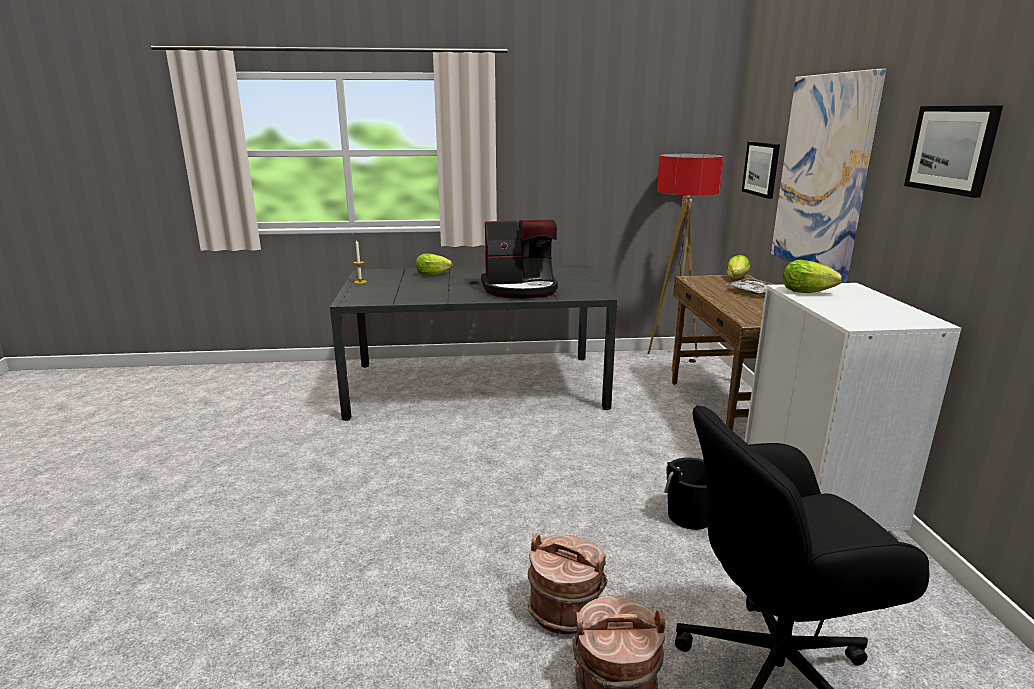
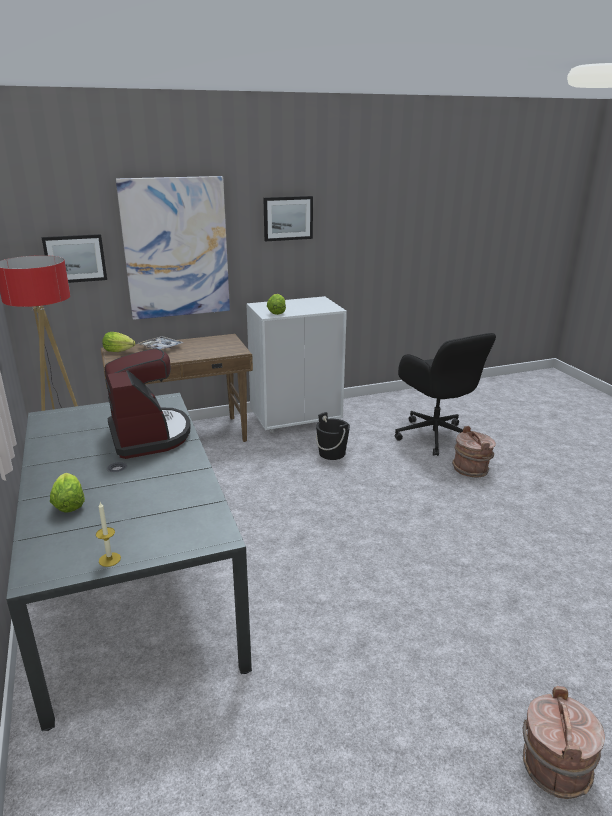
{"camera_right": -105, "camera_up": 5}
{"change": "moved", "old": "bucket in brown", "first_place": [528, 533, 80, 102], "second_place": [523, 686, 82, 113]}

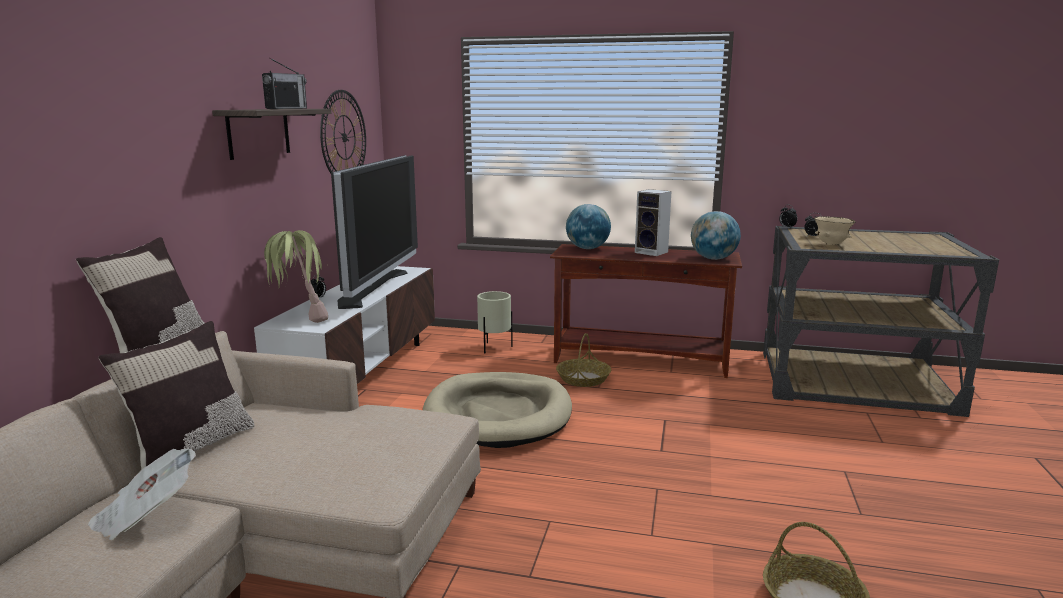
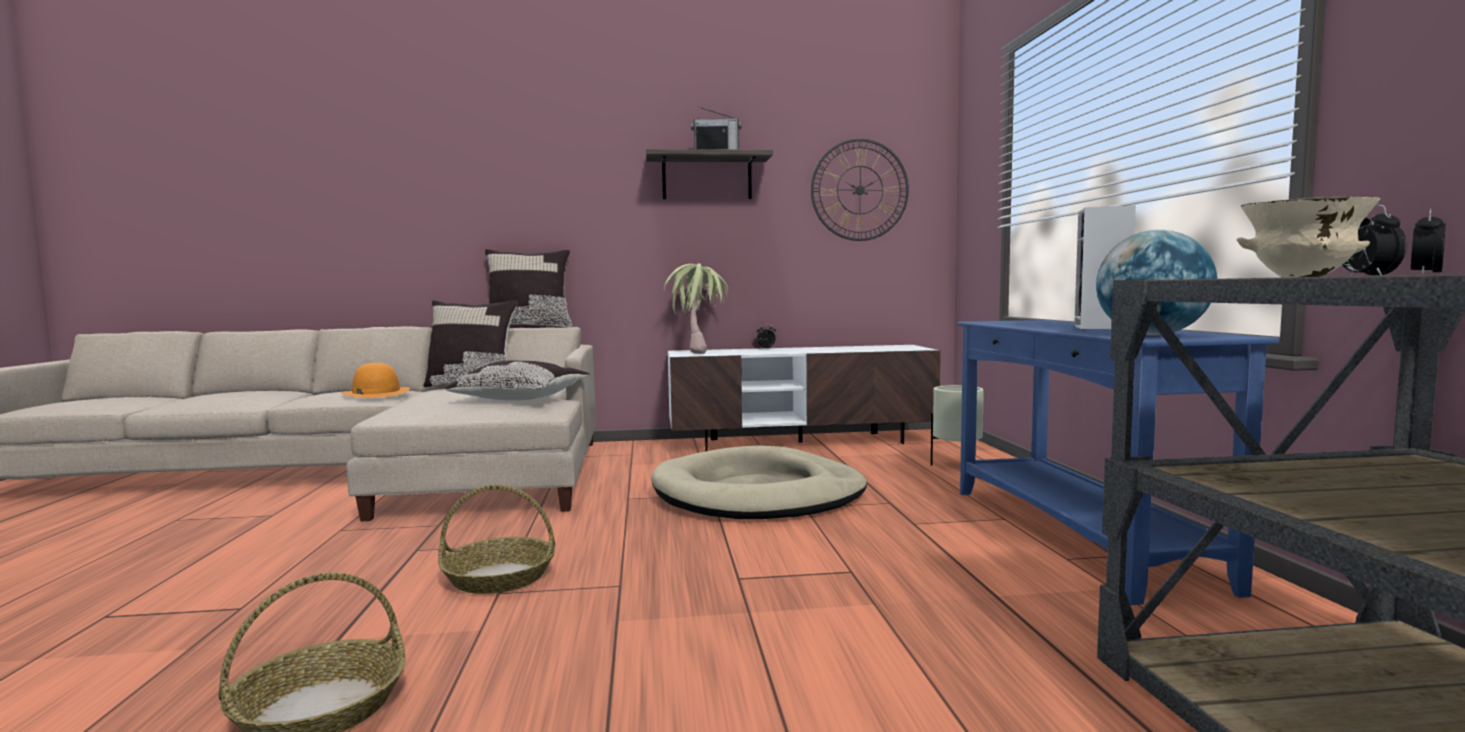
{"camera_right": 70, "camera_up": -10}
{"change": "replaced", "old": "newspaper", "new": "hat in orange", "first_place": [88, 448, 108, 92], "second_place": [341, 363, 69, 35]}
{"change": "removed", "old": "television", "first_place": [331, 155, 87, 154]}
{"change": "recoloured", "old": "console table in brown", "new": "console table in blue", "first_place": [550, 244, 192, 134], "second_place": [958, 320, 321, 285]}
{"change": "moved", "old": "basket", "first_place": [556, 333, 55, 54], "second_place": [438, 484, 117, 110]}
{"change": "removed", "old": "globe", "first_place": [566, 204, 45, 45]}
{"change": "added", "new": "pillow", "second_place": [445, 360, 145, 41]}

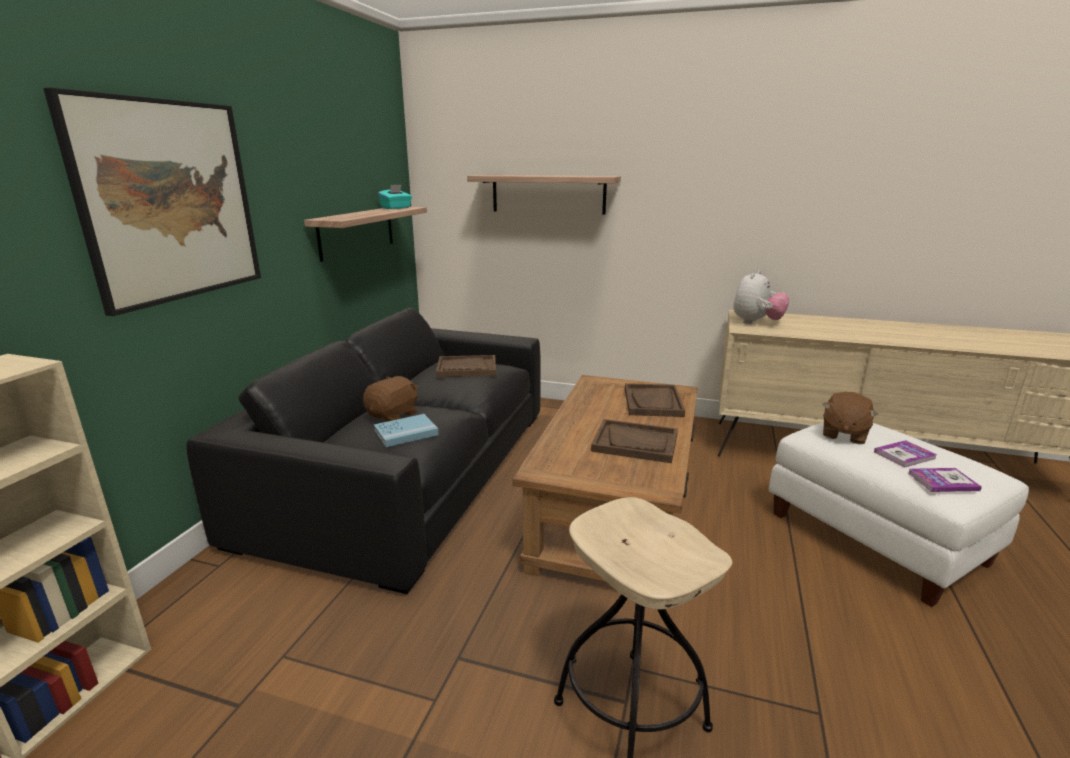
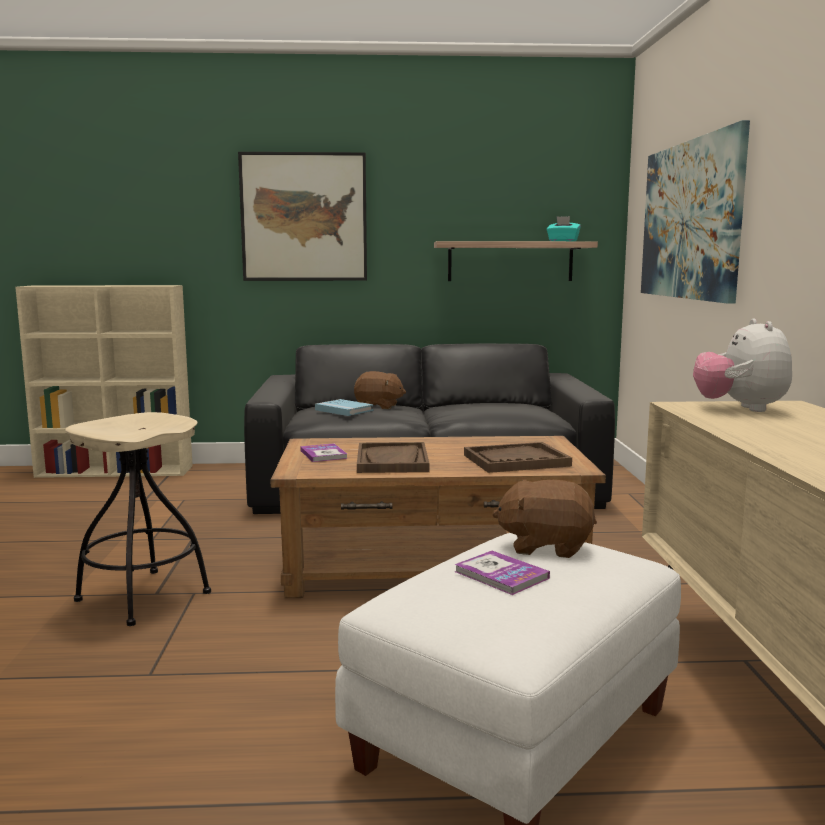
{"camera_right": 70, "camera_up": -10}
{"change": "removed", "old": "tray in brown", "first_place": [436, 355, 60, 22]}
{"change": "replaced", "old": "shelf", "new": "picture", "first_place": [467, 175, 154, 40], "second_place": [641, 120, 109, 184]}
{"change": "turned", "old": "plush toy", "first_place": [733, 270, 56, 54], "second_place": [693, 319, 99, 93], "degrees": 75}
{"change": "moved", "old": "book", "first_place": [908, 468, 74, 24], "second_place": [300, 443, 47, 19]}

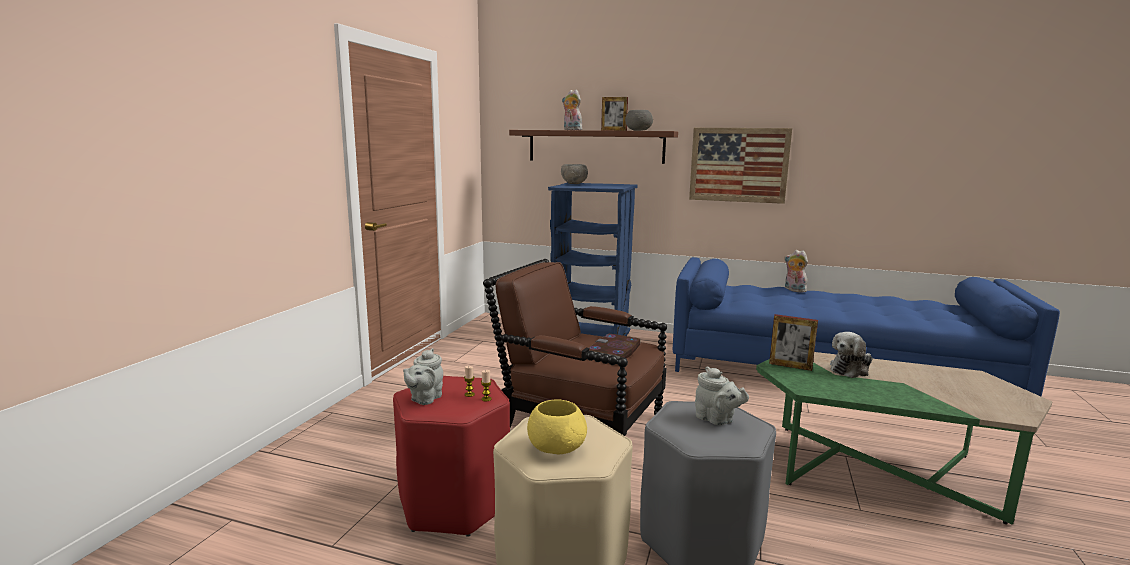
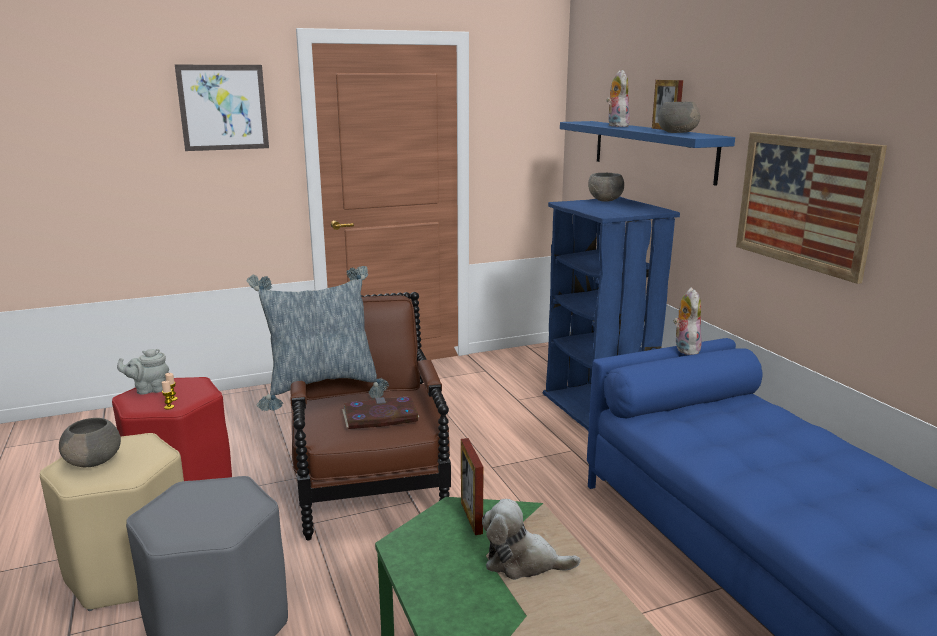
{"camera_right": 50, "camera_up": 5}
{"change": "recoloured", "old": "shelf in brown", "new": "shelf in blue", "first_place": [509, 130, 169, 34], "second_place": [560, 121, 175, 65]}
{"change": "recoloured", "old": "bowl in yellow", "new": "bowl in grey", "first_place": [527, 400, 60, 54], "second_place": [59, 418, 62, 49]}
{"change": "removed", "old": "teapot in grey", "first_place": [695, 366, 54, 60]}
{"change": "moved", "old": "plush toy", "first_place": [784, 250, 24, 43], "second_place": [673, 287, 29, 68]}
{"change": "added", "new": "picture", "second_place": [175, 65, 94, 86]}
{"change": "added", "new": "pillow", "second_place": [246, 266, 143, 145]}

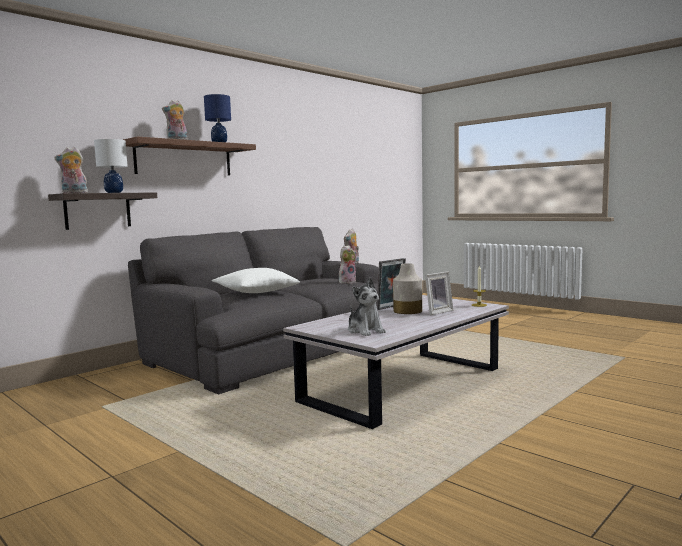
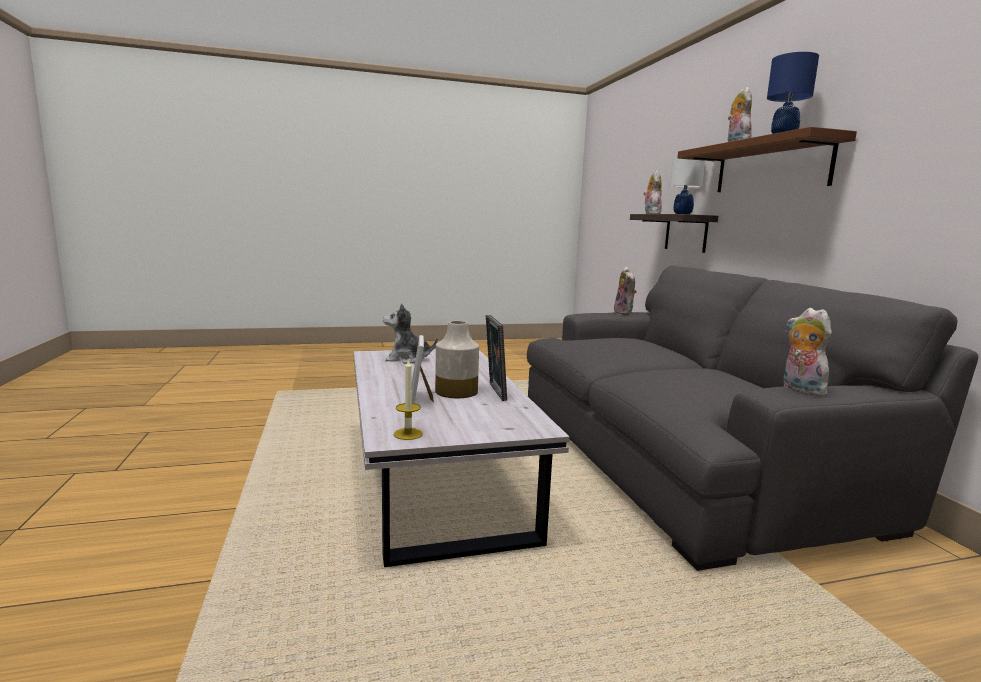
{"camera_right": 120, "camera_up": 5}
{"change": "removed", "old": "pillow in white", "first_place": [212, 268, 88, 25]}
{"change": "moved", "old": "plush toy", "first_place": [339, 245, 18, 39], "second_place": [614, 266, 23, 49]}

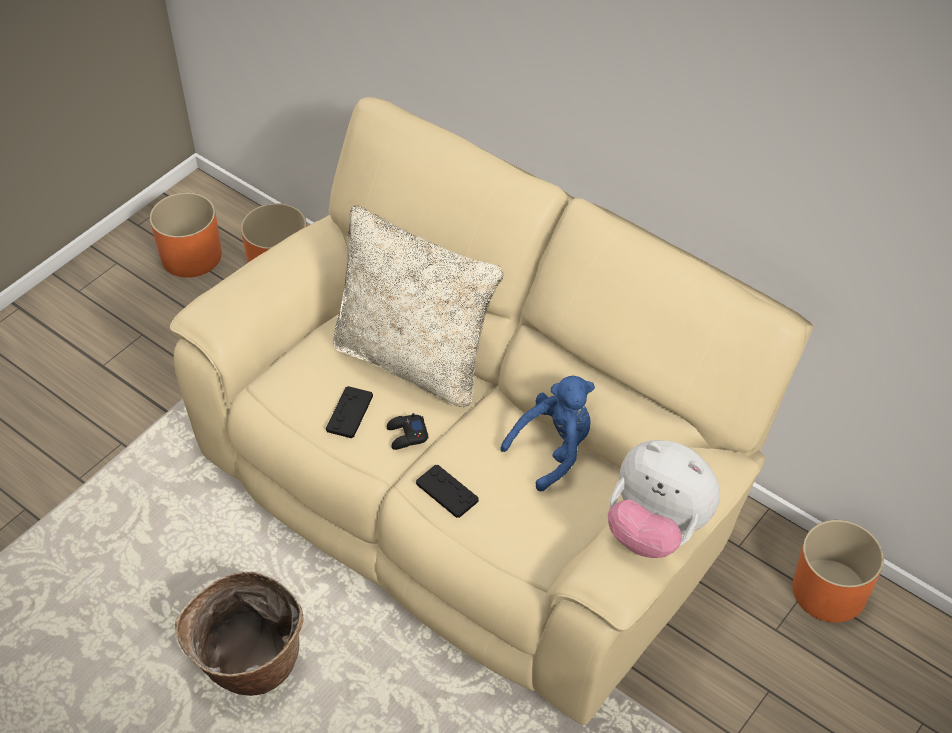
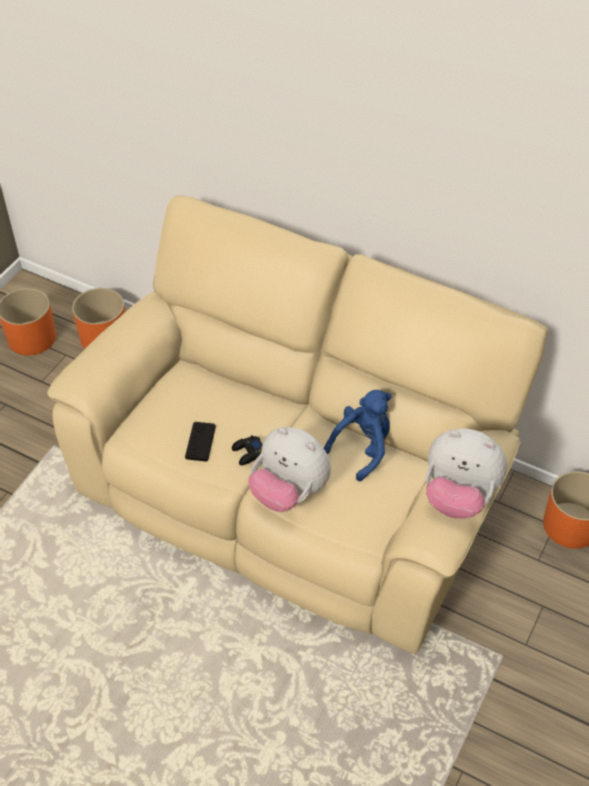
{"camera_right": -10, "camera_up": 0}
{"change": "removed", "old": "basket", "first_place": [175, 572, 129, 124]}
{"change": "removed", "old": "pillow in beige", "first_place": [333, 205, 171, 202]}
{"change": "replaced", "old": "game controller in black", "new": "plush toy", "first_place": [416, 465, 63, 53], "second_place": [248, 427, 83, 85]}

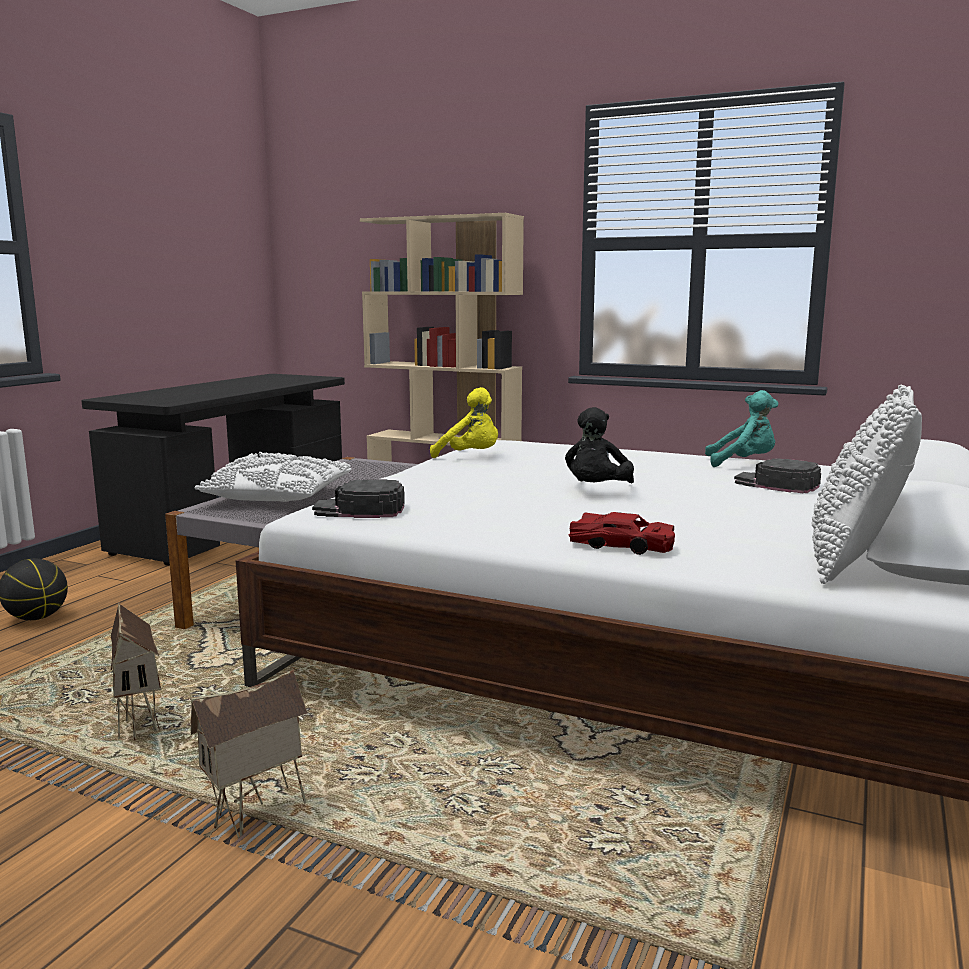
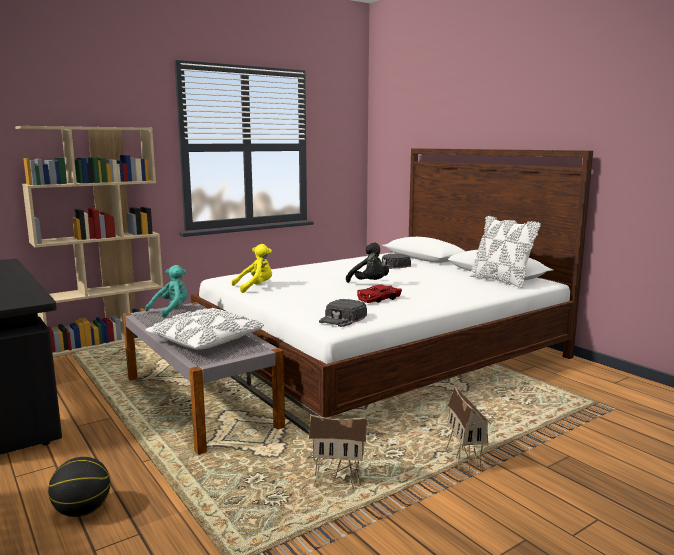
{"camera_right": -60, "camera_up": 0}
{"change": "moved", "old": "toy car in red", "first_place": [569, 512, 106, 43], "second_place": [357, 284, 45, 19]}
{"change": "moved", "old": "plush toy in turquoise", "first_place": [705, 390, 73, 77], "second_place": [145, 265, 43, 53]}

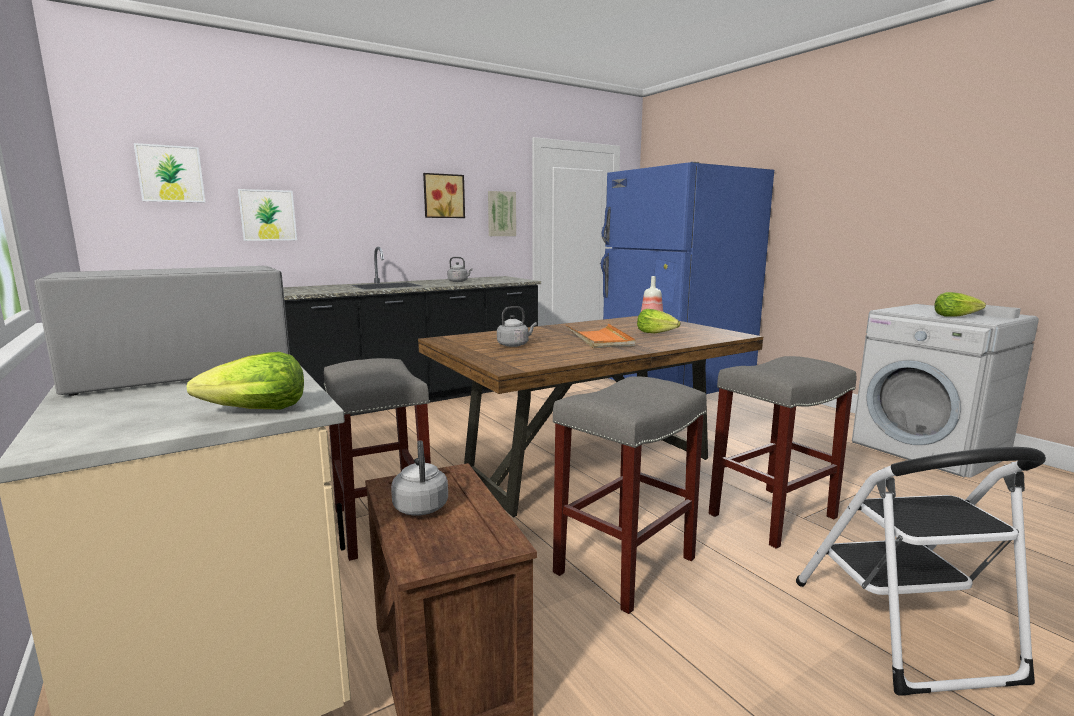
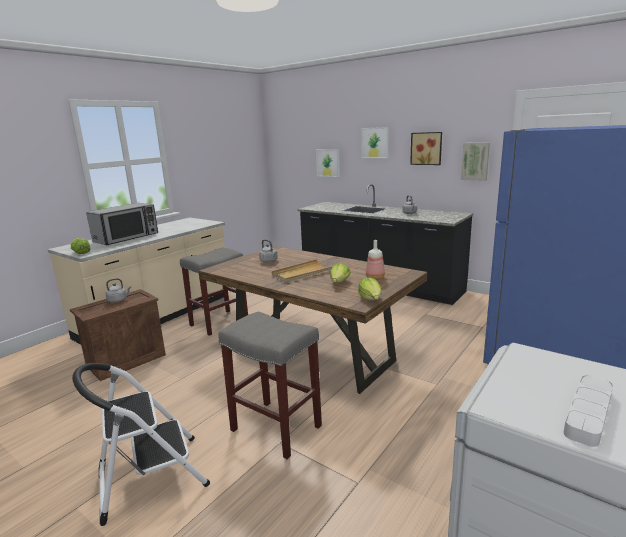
{"camera_right": 70, "camera_up": 5}
{"change": "turned", "old": "microwave", "first_place": [34, 266, 256, 130], "second_place": [86, 203, 72, 42], "degrees": 90}
{"change": "moved", "old": "picture", "first_place": [134, 143, 71, 60], "second_place": [361, 127, 27, 31]}
{"change": "removed", "old": "stool in grey", "first_place": [553, 376, 154, 238]}
{"change": "recoloured", "old": "tray in orange", "new": "tray in beige", "first_place": [566, 323, 70, 25], "second_place": [271, 259, 62, 24]}
{"change": "moved", "old": "lettuce", "first_place": [934, 292, 52, 25], "second_place": [358, 277, 23, 23]}

